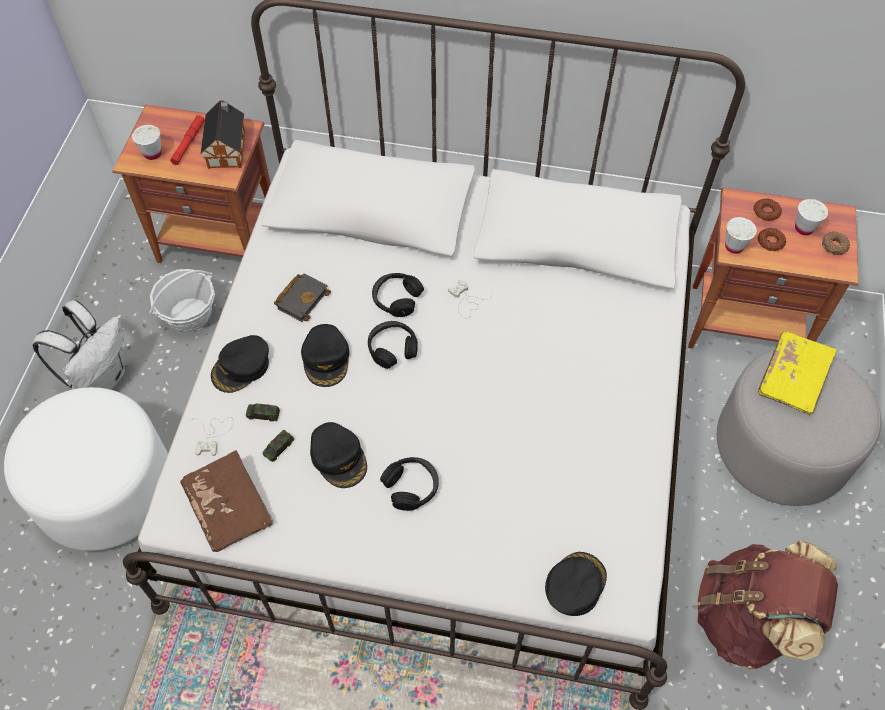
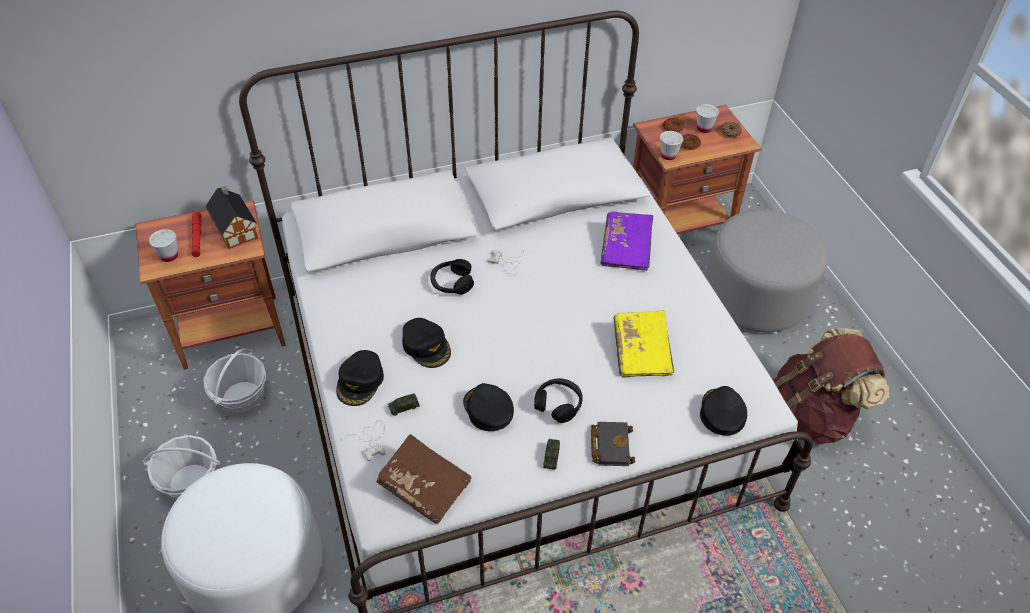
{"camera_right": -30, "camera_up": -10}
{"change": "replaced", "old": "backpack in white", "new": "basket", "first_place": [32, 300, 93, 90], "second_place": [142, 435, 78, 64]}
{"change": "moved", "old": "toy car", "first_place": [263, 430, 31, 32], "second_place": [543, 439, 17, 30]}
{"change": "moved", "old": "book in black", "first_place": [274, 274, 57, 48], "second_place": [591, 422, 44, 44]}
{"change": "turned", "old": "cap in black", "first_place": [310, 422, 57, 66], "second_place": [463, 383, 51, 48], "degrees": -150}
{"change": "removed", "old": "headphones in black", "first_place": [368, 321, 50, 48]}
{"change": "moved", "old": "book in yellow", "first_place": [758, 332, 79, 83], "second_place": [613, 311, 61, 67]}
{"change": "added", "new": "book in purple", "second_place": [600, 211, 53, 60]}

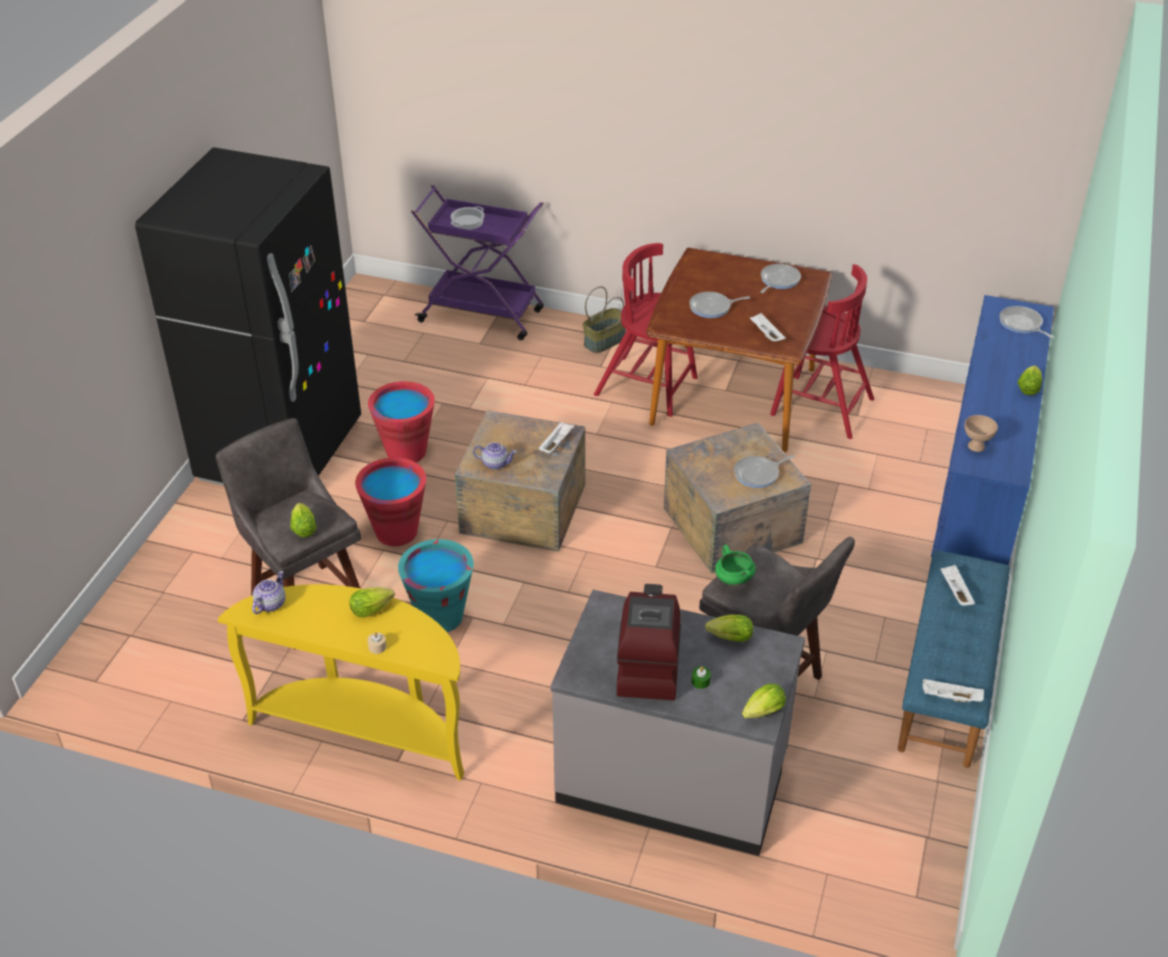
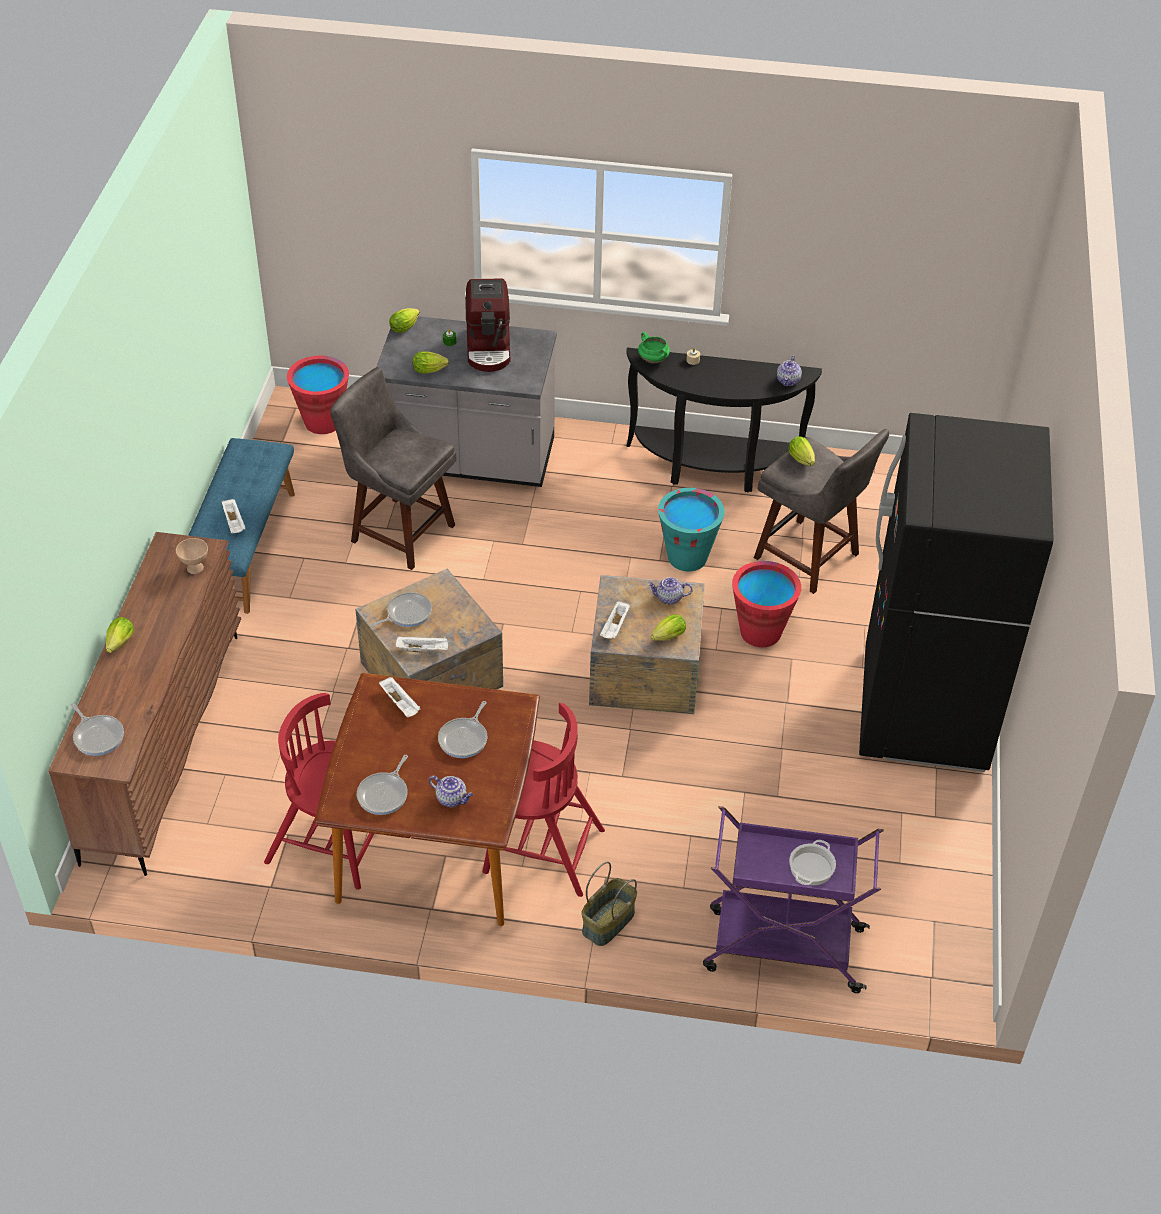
{"camera_right": 170, "camera_up": 5}
{"change": "recoloured", "old": "console table in yellow", "new": "console table in black", "first_place": [218, 584, 246, 197], "second_place": [626, 348, 196, 144]}
{"change": "moved", "old": "lettuce", "first_place": [350, 587, 45, 30], "second_place": [651, 615, 35, 26]}
{"change": "moved", "old": "bucket in red", "first_place": [368, 381, 67, 82], "second_place": [287, 356, 62, 78]}
{"change": "turned", "old": "frying pan", "first_place": [689, 292, 61, 26], "second_place": [438, 701, 49, 57], "degrees": 135}
{"change": "moved", "old": "cooking pot in green", "first_place": [715, 545, 41, 41], "second_place": [638, 332, 32, 31]}
{"change": "moved", "old": "tray in white", "first_place": [923, 679, 61, 23], "second_place": [396, 636, 52, 17]}
{"change": "recoloured", "old": "dresser in blue", "new": "dresser in brown", "first_place": [931, 295, 123, 271], "second_place": [48, 532, 193, 344]}
{"change": "added", "new": "teapot", "second_place": [429, 776, 44, 31]}

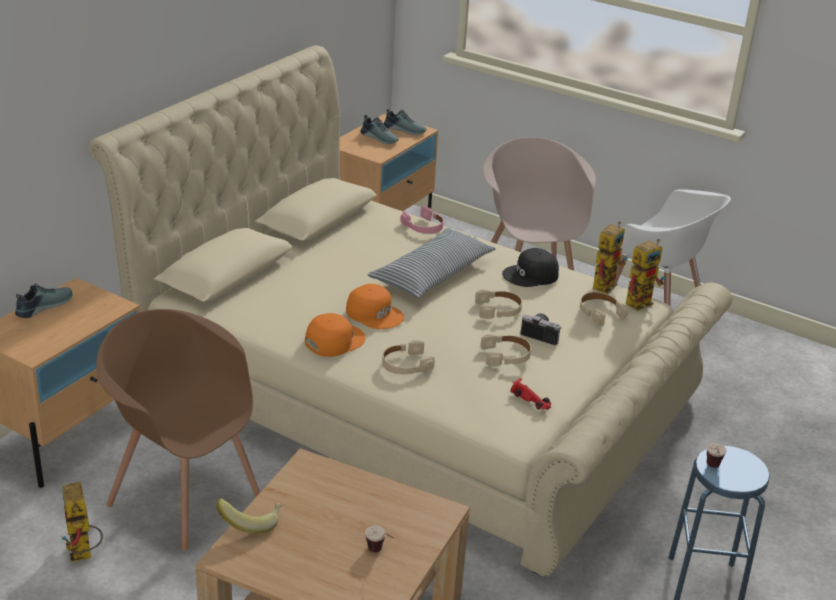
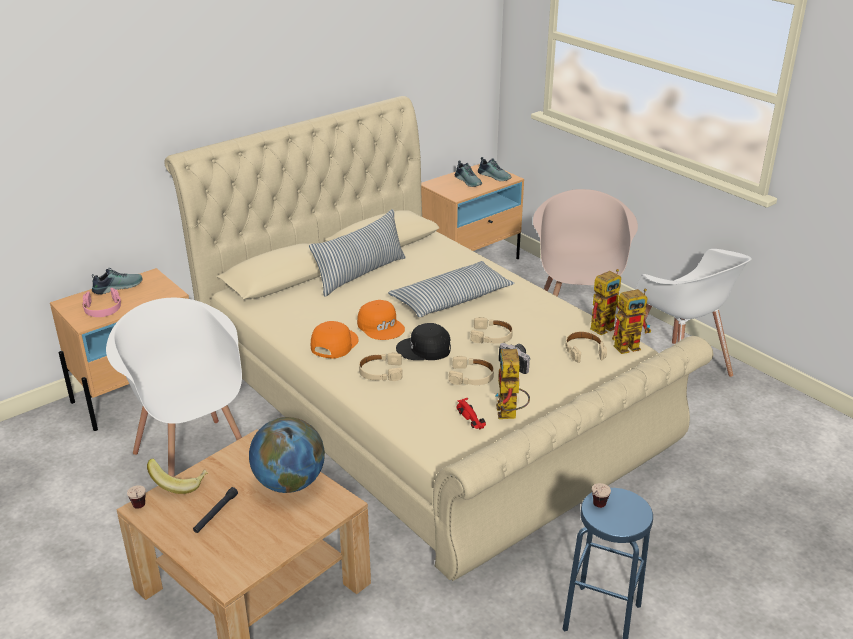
{"camera_right": 20, "camera_up": 0}
{"change": "moved", "old": "toy robot", "first_place": [61, 482, 42, 80], "second_place": [495, 349, 35, 70]}
{"change": "recoloured", "old": "chair in brown", "new": "chair in white", "first_place": [96, 309, 164, 241], "second_place": [106, 298, 136, 179]}
{"change": "turned", "old": "cap in orange", "first_place": [305, 313, 61, 44], "second_place": [311, 321, 47, 38], "degrees": -45}
{"change": "moved", "old": "cup", "first_place": [365, 525, 29, 27], "second_place": [127, 485, 19, 24]}
{"change": "moved", "old": "headphones in pink", "first_place": [401, 206, 43, 28], "second_place": [82, 288, 39, 29]}
{"change": "moved", "old": "cap in black", "first_place": [502, 248, 57, 39], "second_place": [396, 323, 55, 37]}
{"change": "added", "new": "flashlight in black", "second_place": [193, 487, 45, 46]}
{"change": "added", "new": "globe", "second_place": [249, 417, 76, 76]}
{"change": "added", "new": "pillow", "second_place": [309, 209, 97, 88]}

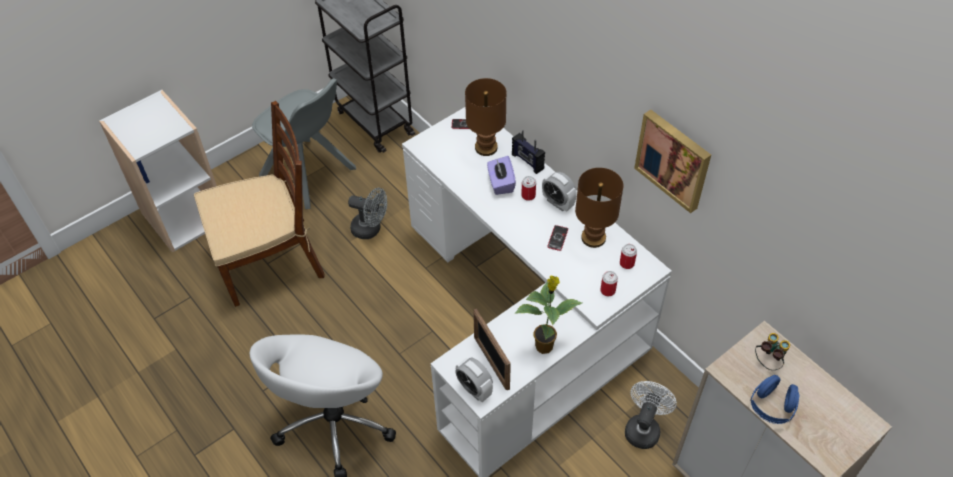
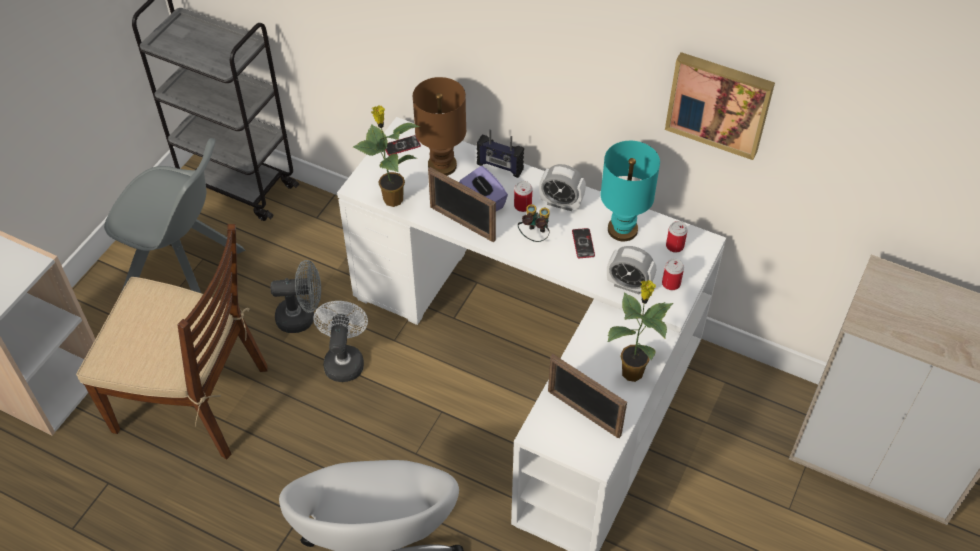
{"camera_right": -25, "camera_up": 0}
{"change": "turned", "old": "chair in brown", "first_place": [194, 101, 131, 206], "second_place": [76, 224, 192, 235], "degrees": 60}
{"change": "moved", "old": "alarm clock", "first_place": [456, 357, 37, 45], "second_place": [607, 246, 49, 49]}
{"change": "recoloured", "old": "table lamp in brown", "new": "table lamp in turquoise", "first_place": [575, 168, 49, 80], "second_place": [601, 141, 59, 100]}
{"change": "moved", "old": "fan in white", "first_place": [625, 381, 52, 68], "second_place": [314, 301, 54, 81]}
{"change": "removed", "old": "headphones in blue", "first_place": [750, 375, 50, 49]}
{"change": "moved", "old": "binoculars", "first_place": [755, 333, 35, 37], "second_place": [518, 204, 32, 38]}
{"change": "added", "new": "potted plant", "second_place": [353, 105, 67, 102]}
{"change": "added", "new": "picture frame", "second_place": [428, 167, 68, 75]}

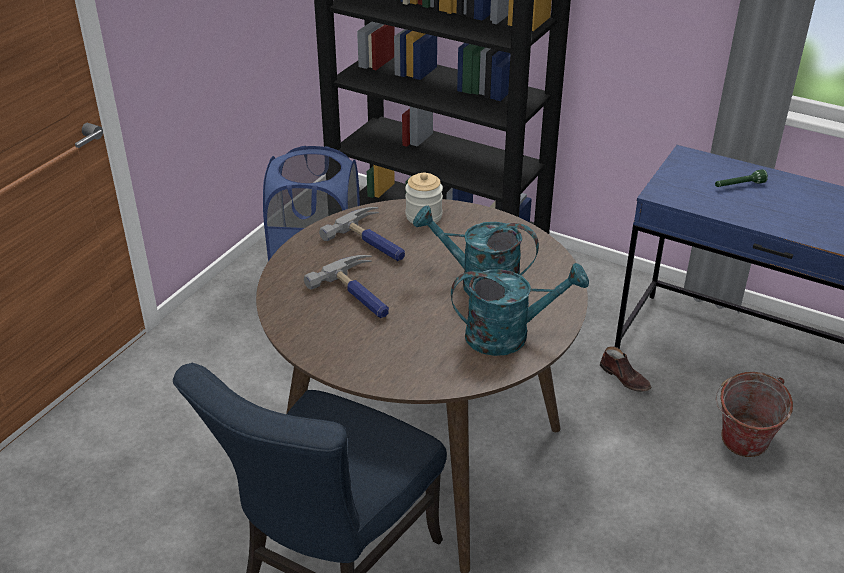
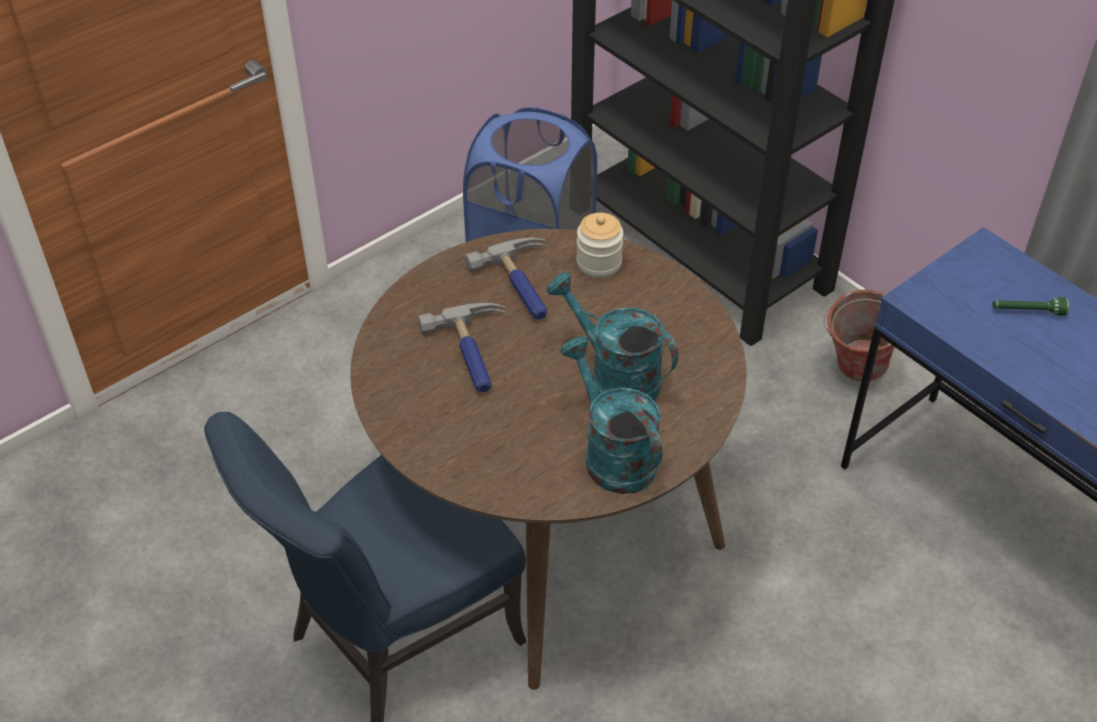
{"camera_right": 20, "camera_up": 10}
{"change": "turned", "old": "watering can in turquoise", "first_place": [451, 263, 138, 93], "second_place": [560, 337, 102, 157], "degrees": -135}
{"change": "removed", "old": "shoe in brown", "first_place": [600, 346, 52, 46]}
{"change": "moved", "old": "bucket", "first_place": [715, 372, 78, 85], "second_place": [824, 290, 71, 92]}

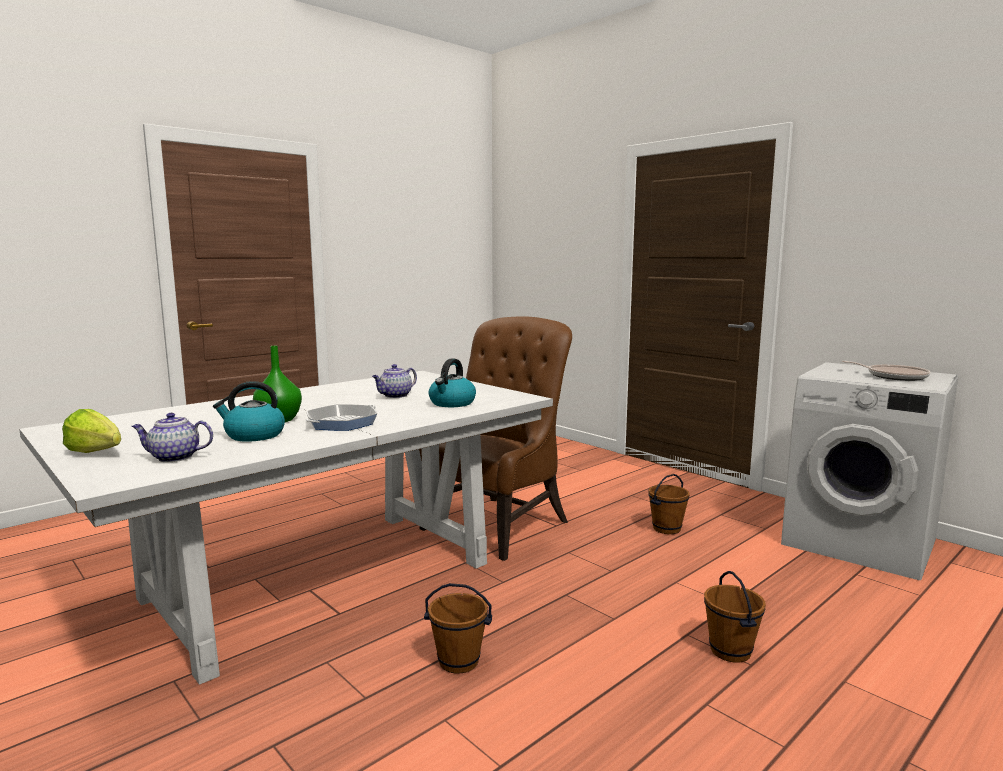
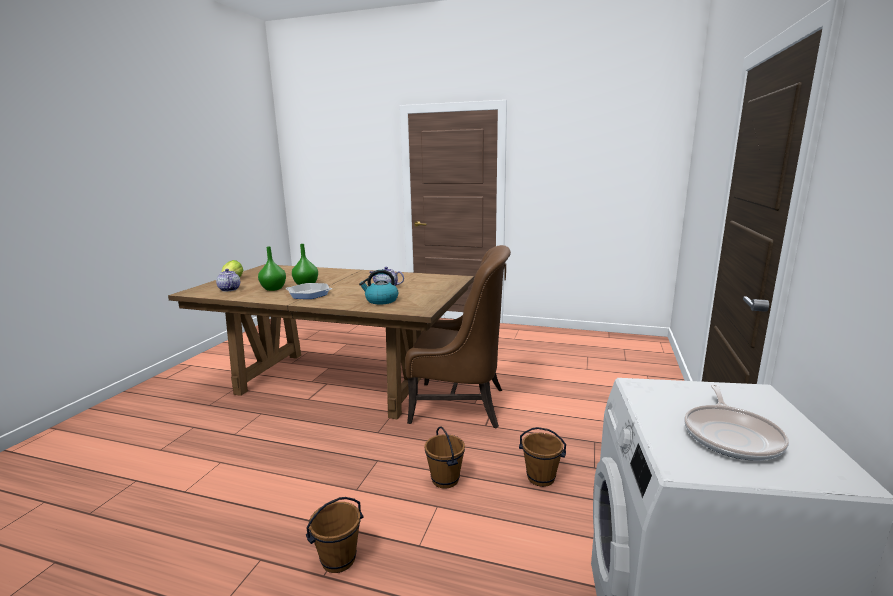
{"camera_right": 60, "camera_up": 5}
{"change": "recoloured", "old": "dining table in white", "new": "dining table in brown", "first_place": [19, 371, 534, 314], "second_place": [168, 264, 306, 155]}
{"change": "replaced", "old": "kettle", "new": "vase in green", "first_place": [213, 381, 72, 61], "second_place": [258, 247, 28, 44]}
{"change": "moved", "old": "bucket in brown", "first_place": [424, 583, 68, 91], "second_place": [425, 426, 40, 63]}

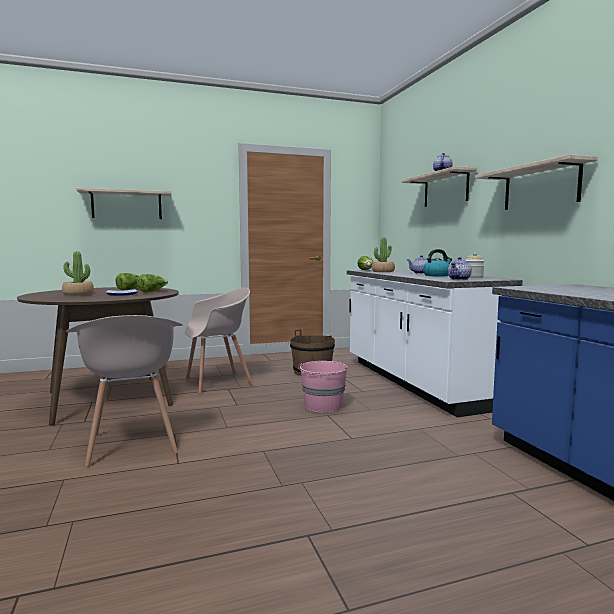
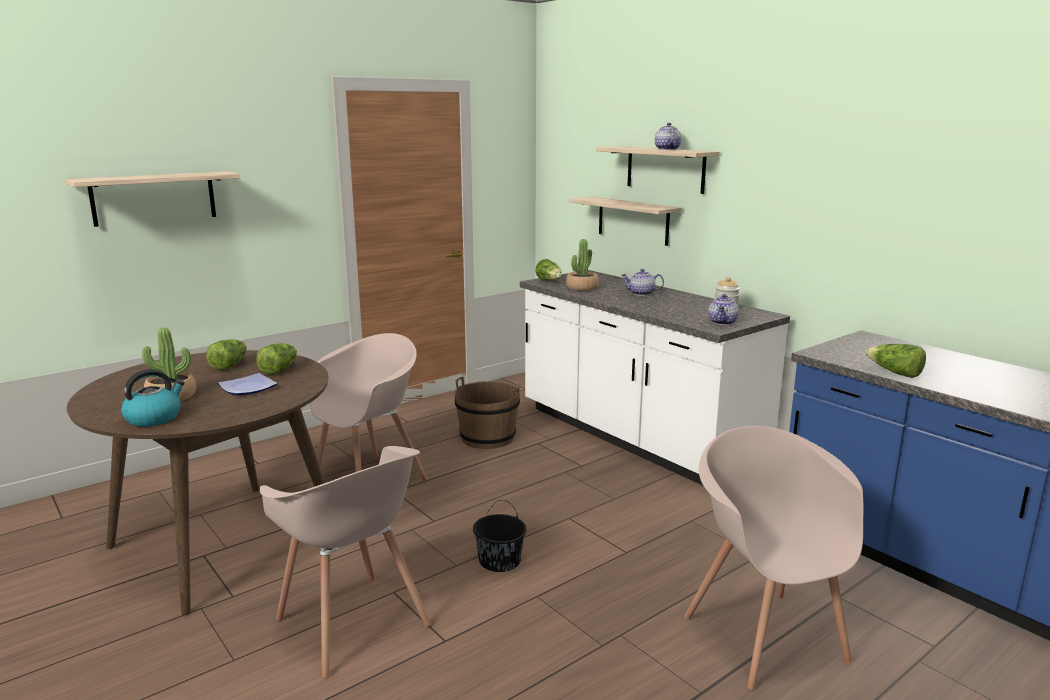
{"camera_right": -20, "camera_up": 10}
{"change": "removed", "old": "bucket in pink", "first_place": [298, 361, 50, 52]}
{"change": "moved", "old": "kettle", "first_place": [423, 249, 29, 27], "second_place": [121, 369, 64, 58]}
{"change": "moved", "old": "shelf", "first_place": [475, 154, 123, 56], "second_place": [569, 197, 113, 49]}
{"change": "added", "new": "bucket in black", "second_place": [473, 500, 53, 72]}
{"change": "added", "new": "chair in beige", "second_place": [684, 426, 180, 264]}
{"change": "added", "new": "lettuce", "second_place": [865, 344, 61, 34]}

